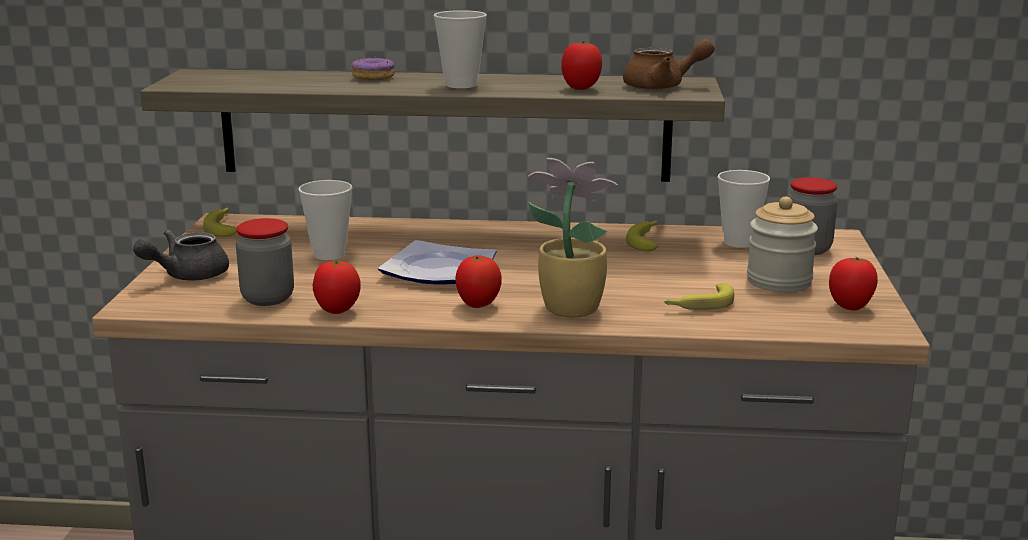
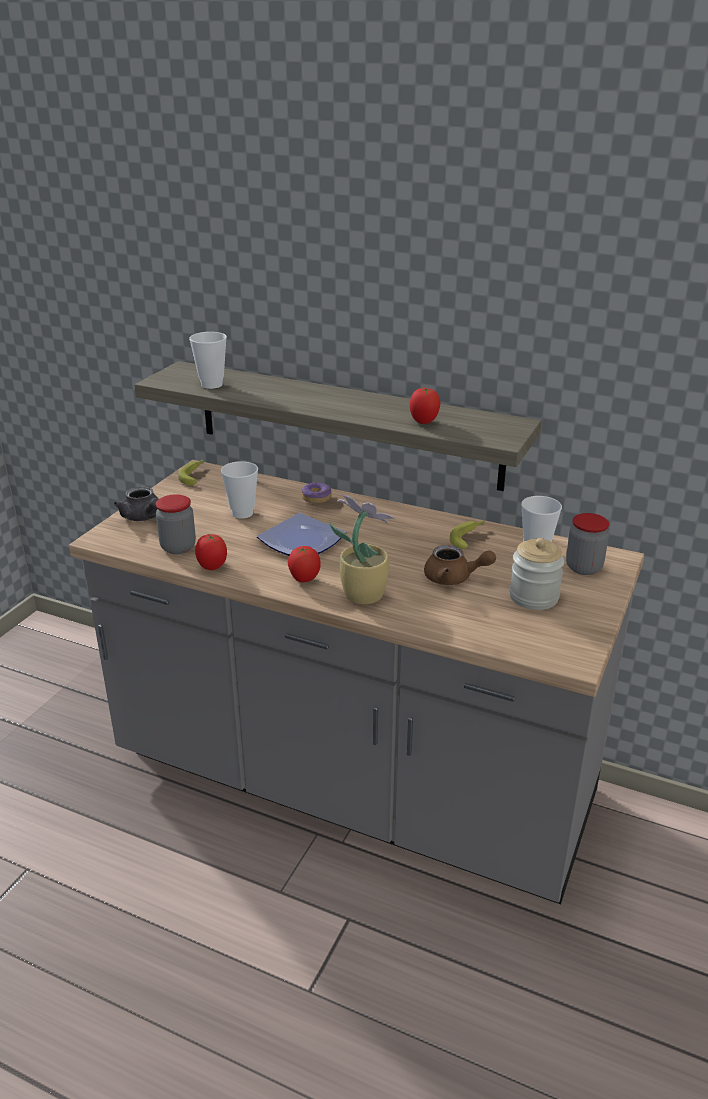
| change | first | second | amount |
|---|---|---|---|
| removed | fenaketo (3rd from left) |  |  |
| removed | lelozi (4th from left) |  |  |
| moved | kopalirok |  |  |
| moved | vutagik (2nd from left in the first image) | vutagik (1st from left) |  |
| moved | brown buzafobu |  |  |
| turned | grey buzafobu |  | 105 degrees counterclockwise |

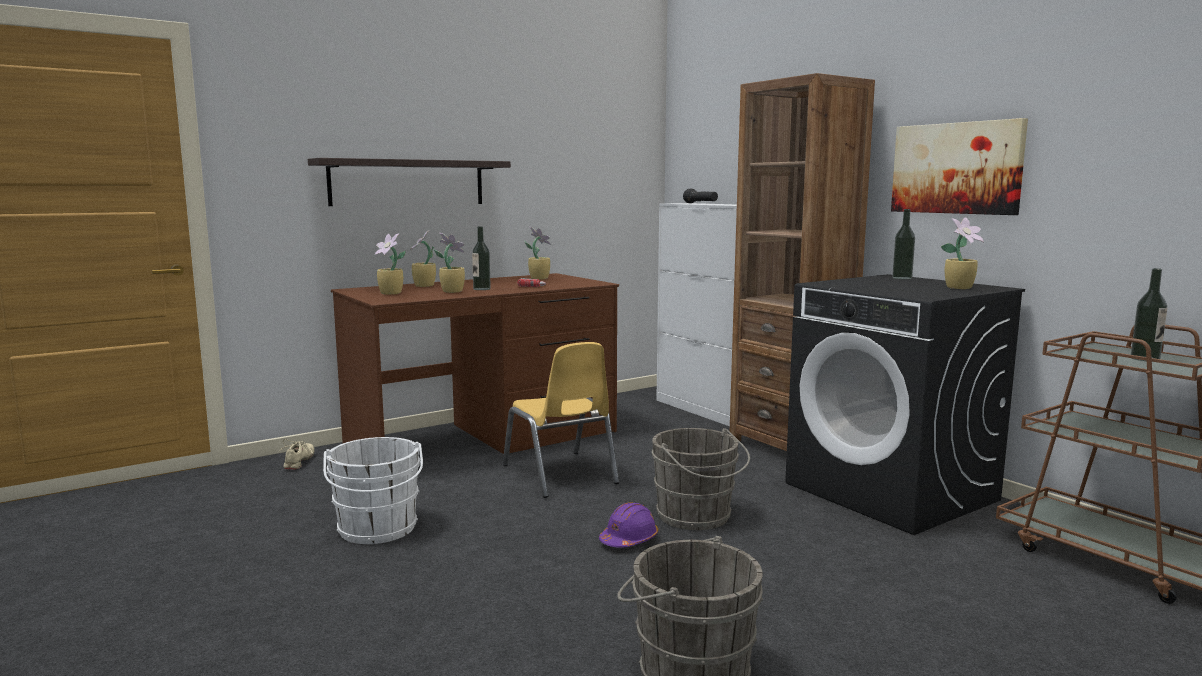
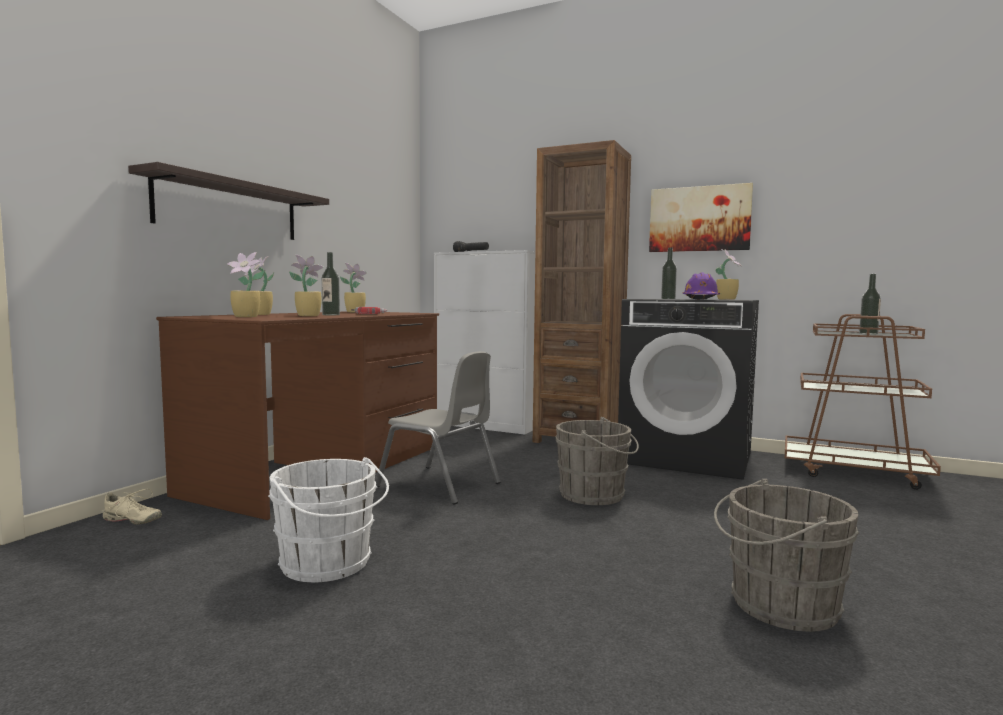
| change | first | second | amount |
|---|---|---|---|
| moved | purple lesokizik |  |  |
| recoloured | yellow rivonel | grey rivonel |  |
| turned | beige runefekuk |  | 135 degrees clockwise |

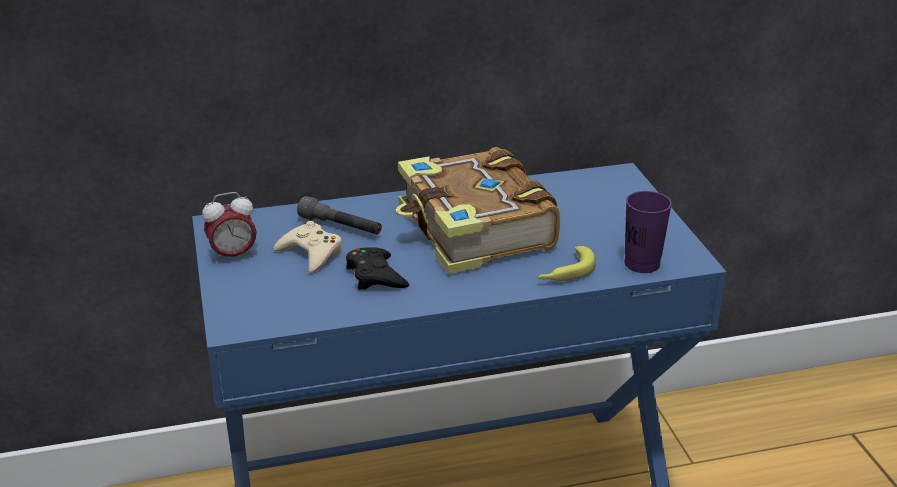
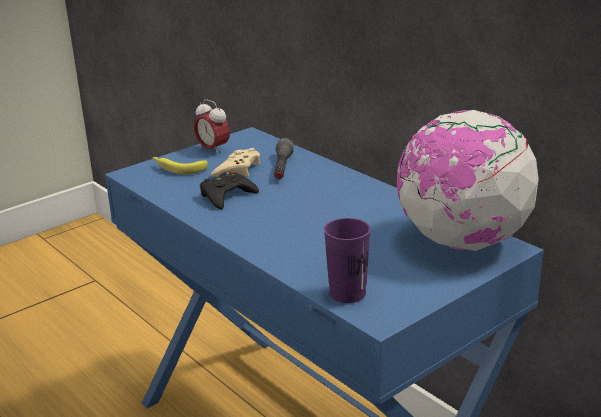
| change | first | second | amount |
|---|---|---|---|
| removed | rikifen |  |  |
| added |  | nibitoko |  |
| moved | fenaketo |  |  |

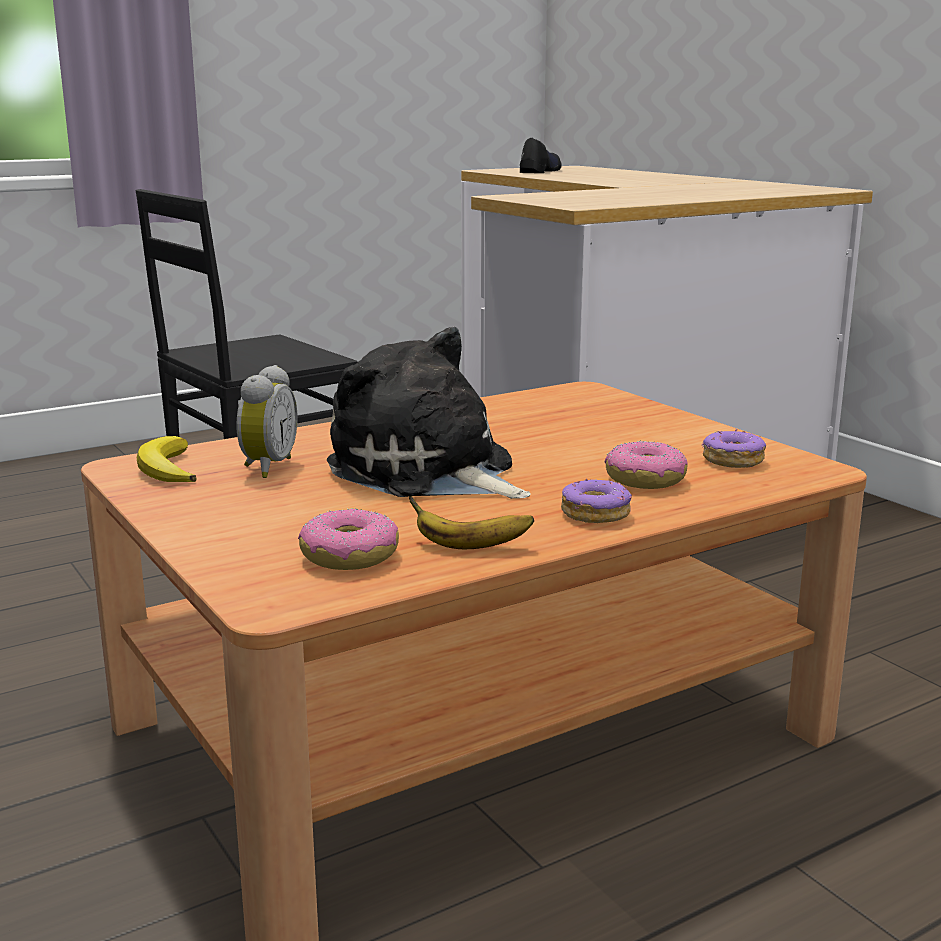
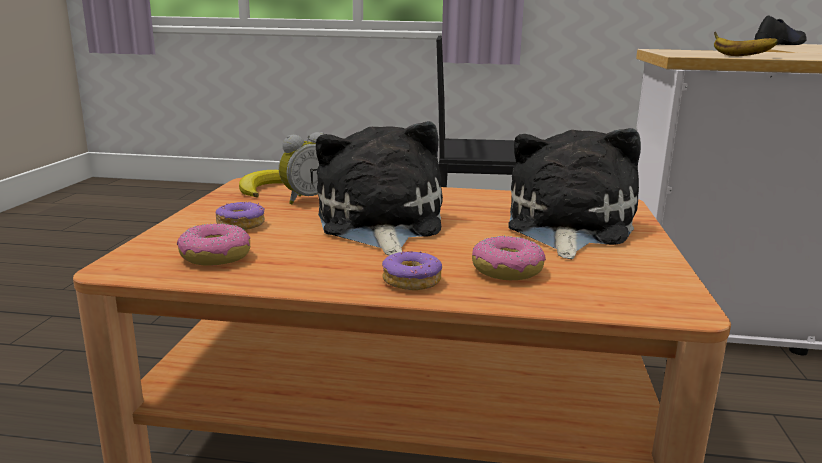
| change | first | second | amount |
|---|---|---|---|
| added |  | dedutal (2nd from left) |  |
| moved | fenaketo (2nd from left) |  |  |
| moved | kopalirok (4th from left in the first image) | kopalirok (2nd from left) |  |

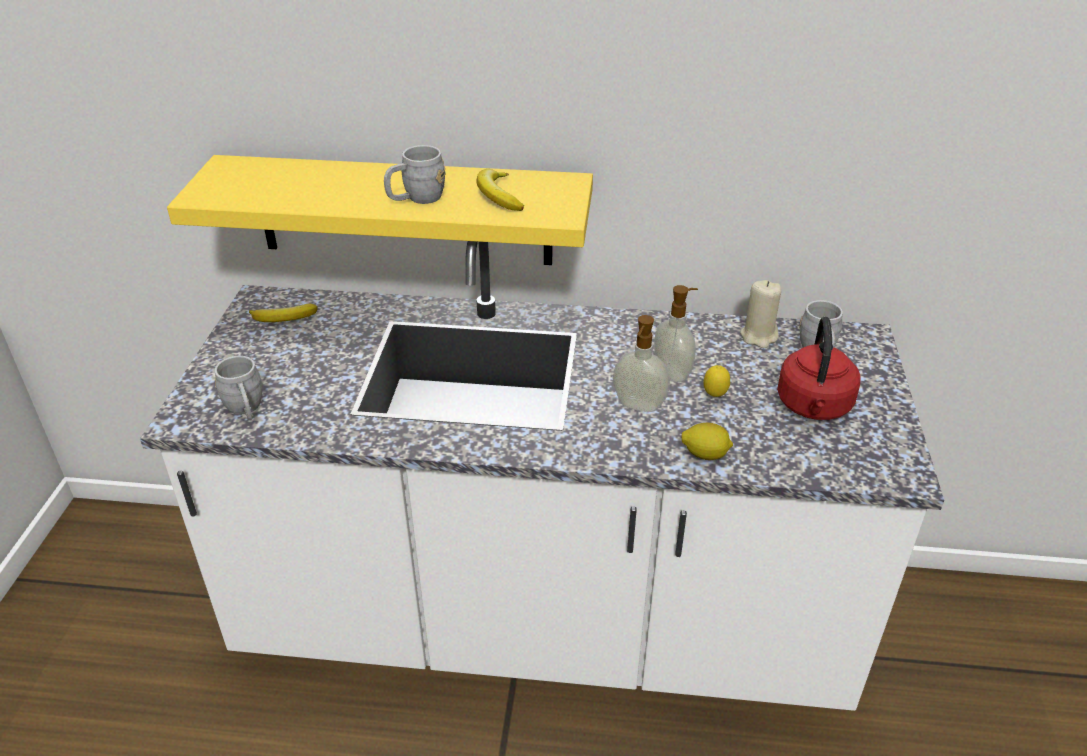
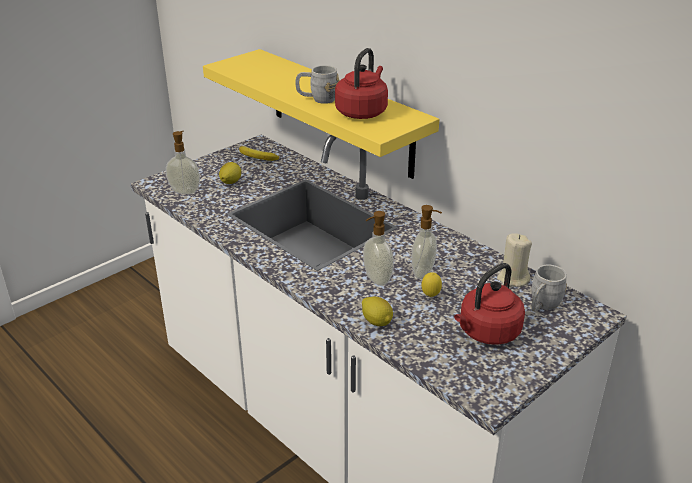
| change | first | second | amount |
|---|---|---|---|
| added |  | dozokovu (1st from left) |  |
| replaced | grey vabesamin (1st from left) | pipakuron (1st from left) |  |
| replaced | fenaketo (2nd from left) | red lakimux (1st from left) |  |

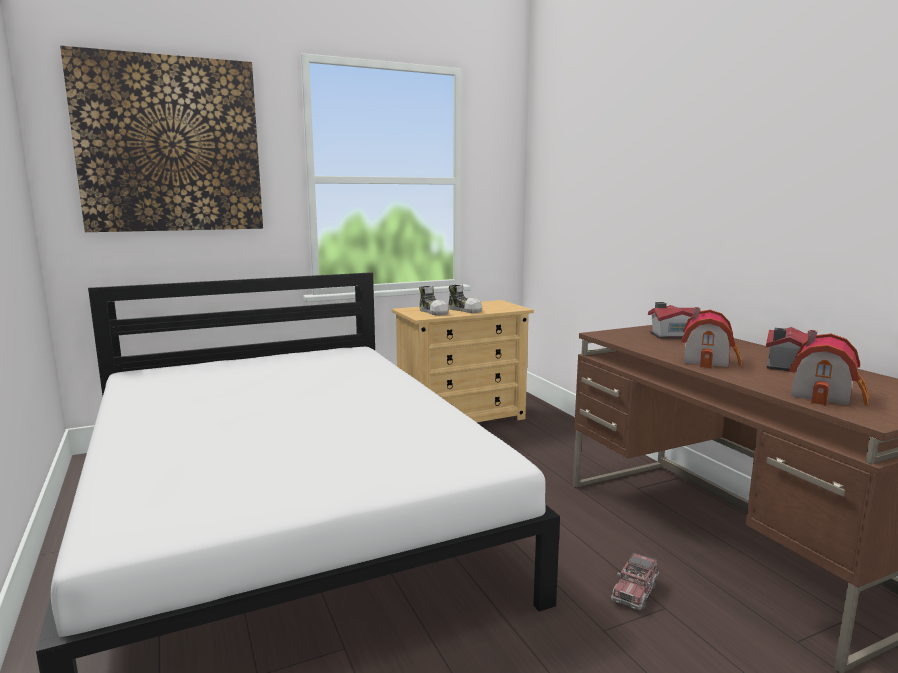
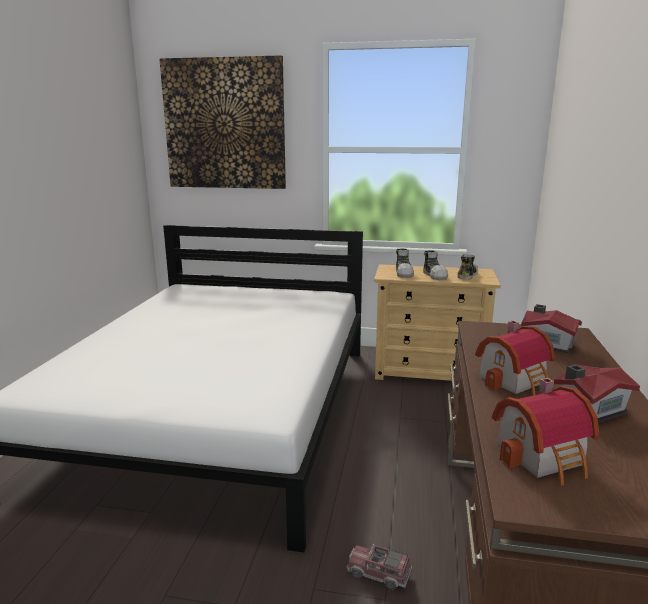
| change | first | second | amount |
|---|---|---|---|
| added |  | runefekuk (3rd from left) |  |
| turned | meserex |  | 45 degrees clockwise |

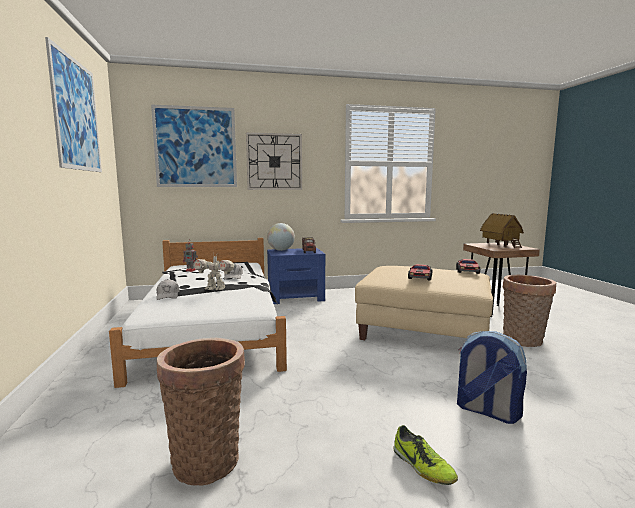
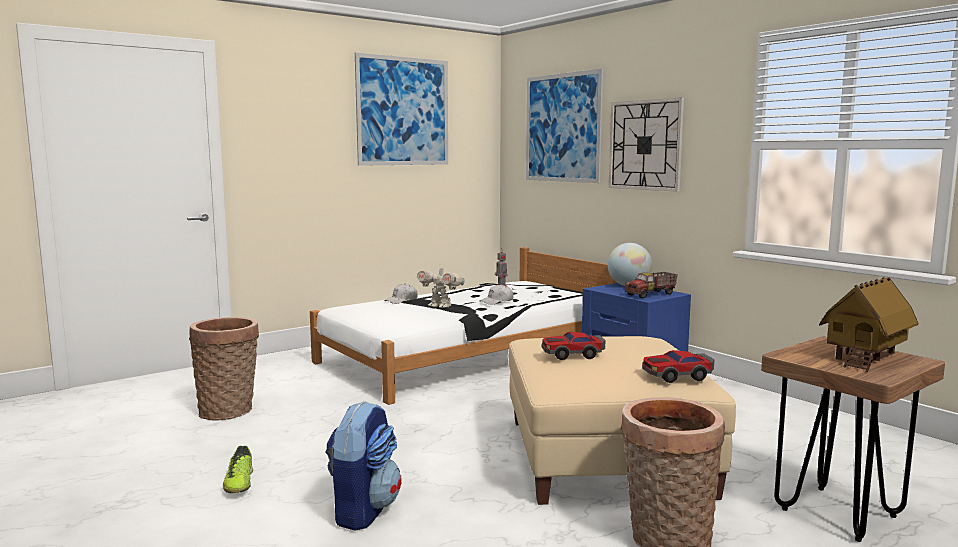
| change | first | second | amount |
|---|---|---|---|
| turned | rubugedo (2nd from left in the first image) | rubugedo (1st from left) | 45 degrees counterclockwise |
| turned | runefekuk |  | 45 degrees counterclockwise |

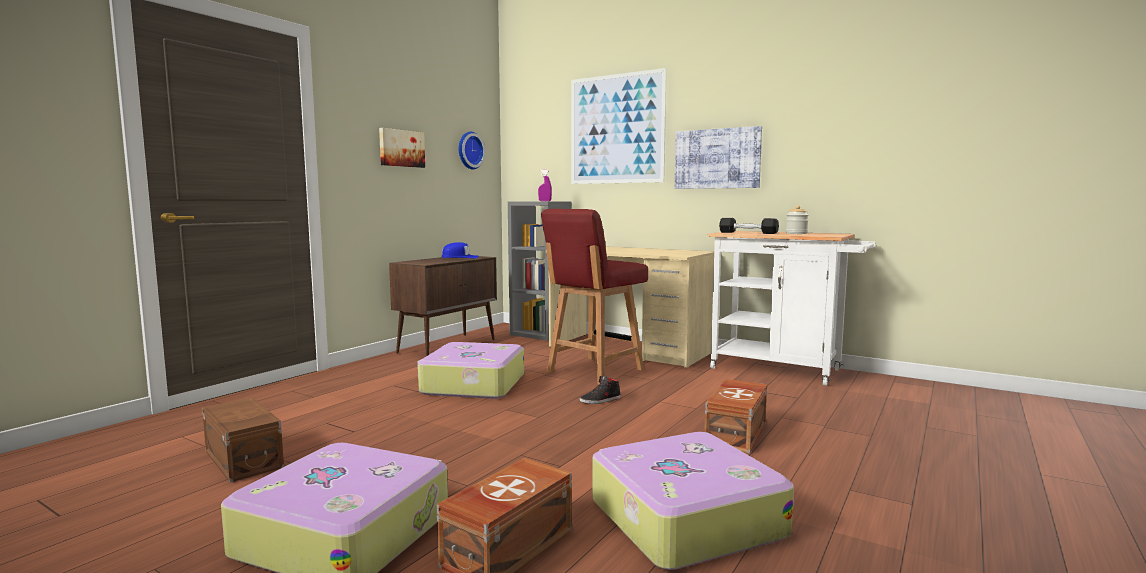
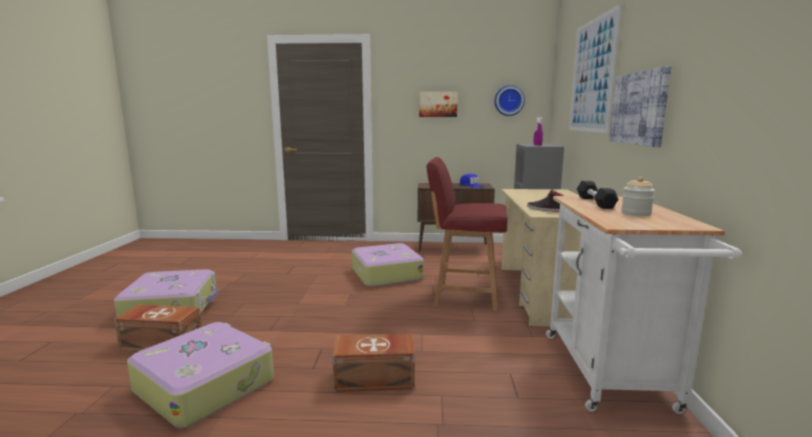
| change | first | second | amount |
|---|---|---|---|
| removed | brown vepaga (1st from left) |  |  |
| moved | black runefekuk |  |  |

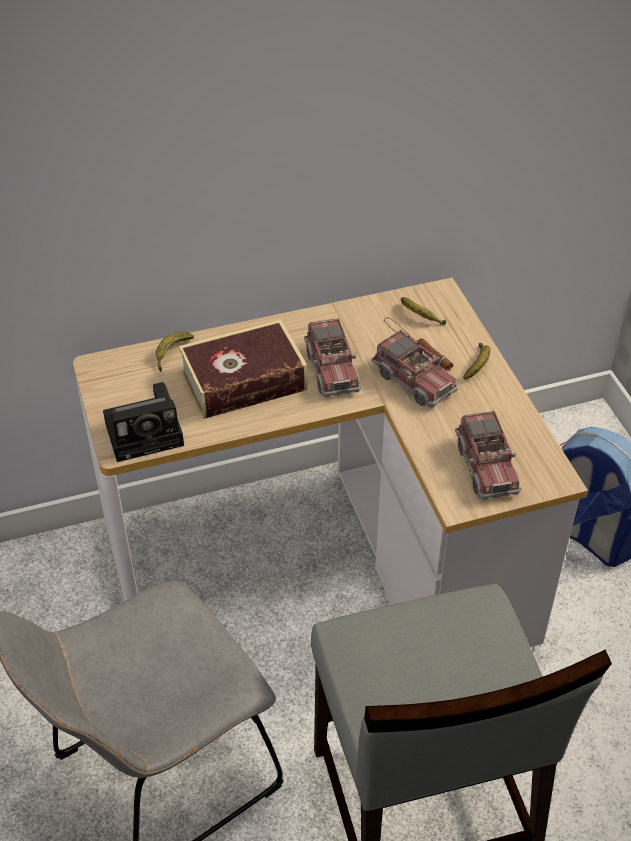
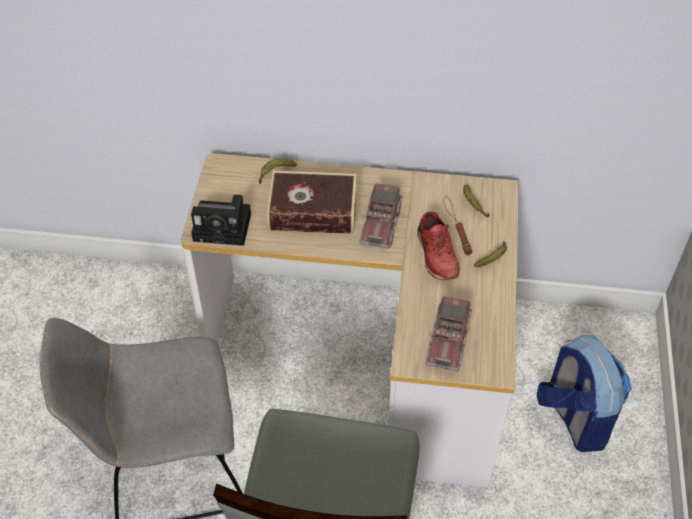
| change | first | second | amount |
|---|---|---|---|
| replaced | meserex (2nd from left) | red runefekuk |  |

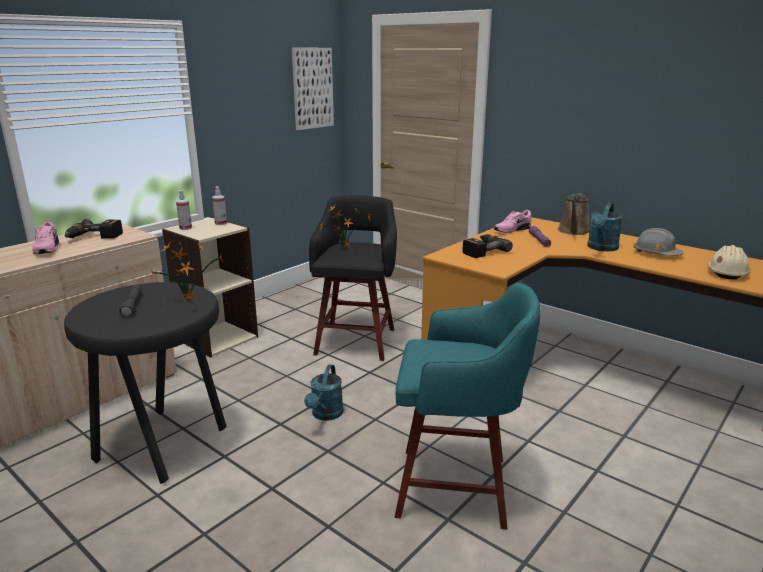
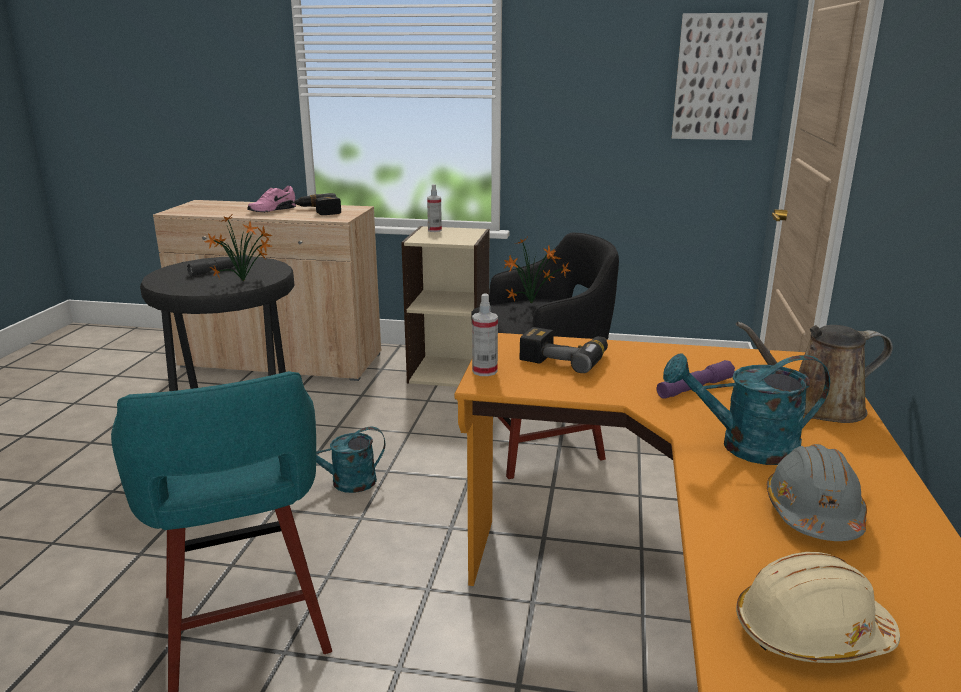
| change | first | second | amount |
|---|---|---|---|
| removed | pink runefekuk (2nd from left) |  |  |
| moved | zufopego (2nd from left) |  |  |

